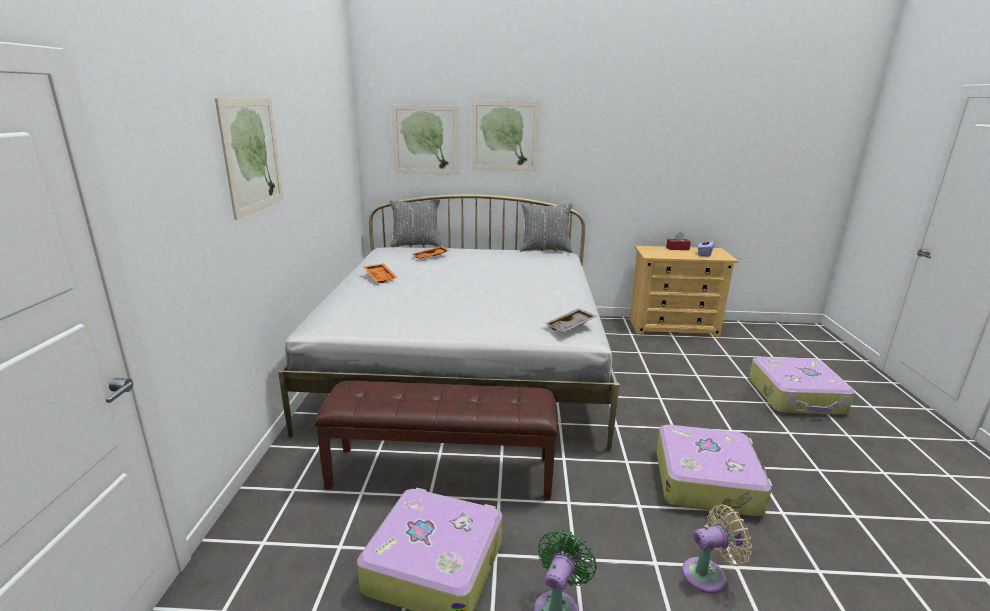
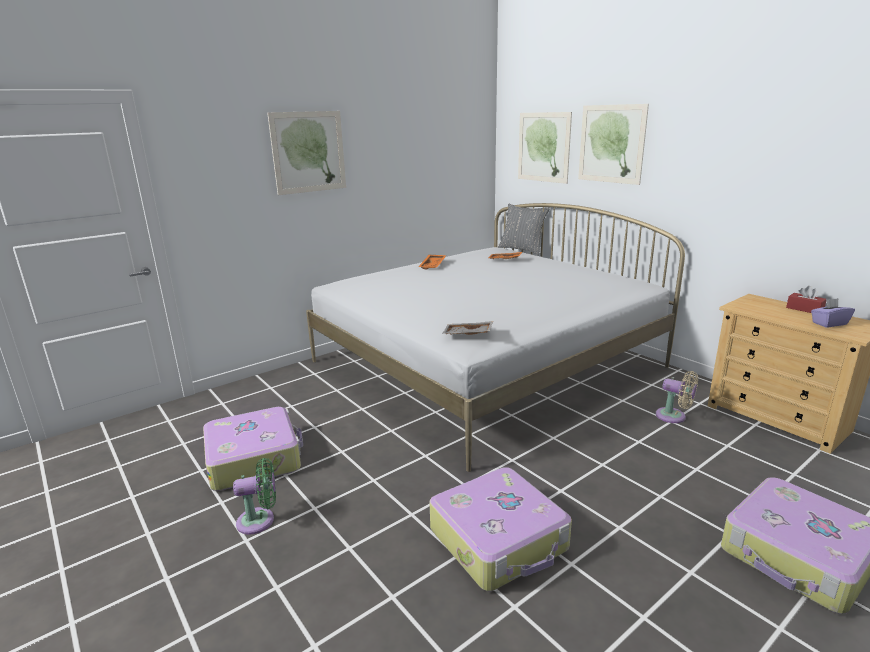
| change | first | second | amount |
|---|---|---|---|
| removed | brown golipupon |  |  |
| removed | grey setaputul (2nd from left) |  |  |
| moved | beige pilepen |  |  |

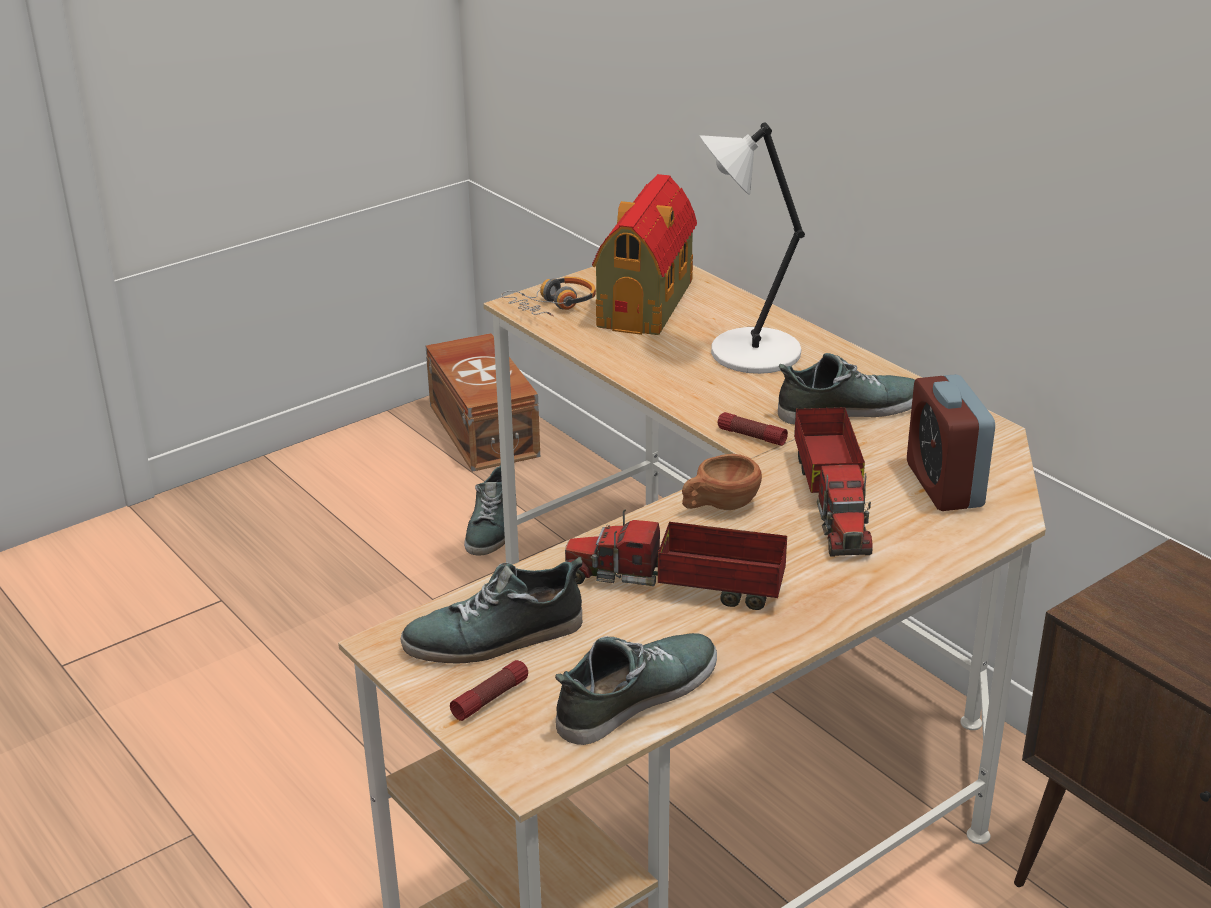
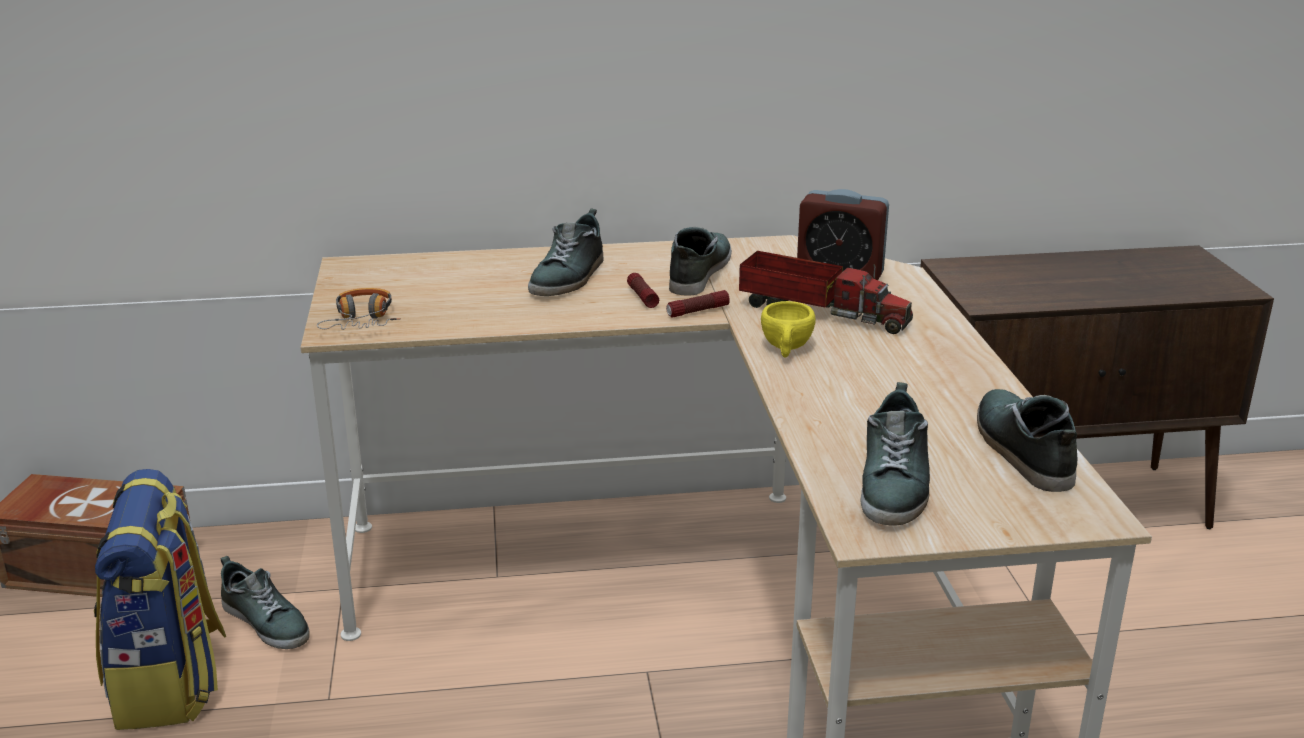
| change | first | second | amount |
|---|---|---|---|
| removed | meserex (1st from left) |  |  |
| removed | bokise |  |  |
| added |  | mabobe |  |
| moved | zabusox (1st from left) |  |  |
| replaced | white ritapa | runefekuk (2nd from left) |  |
| recoloured | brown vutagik | yellow vutagik |  |

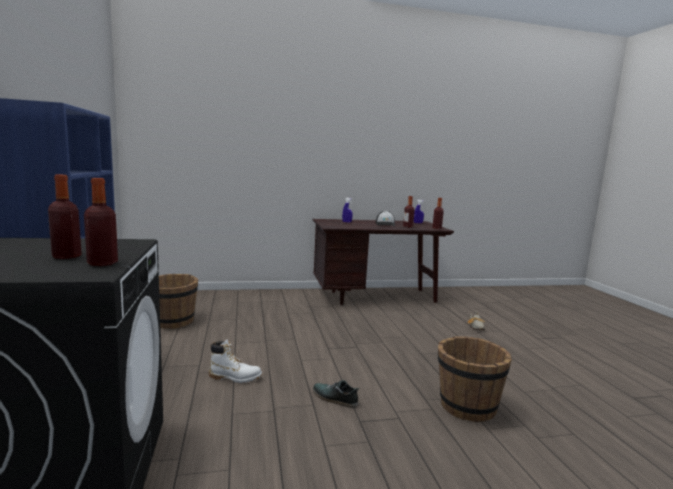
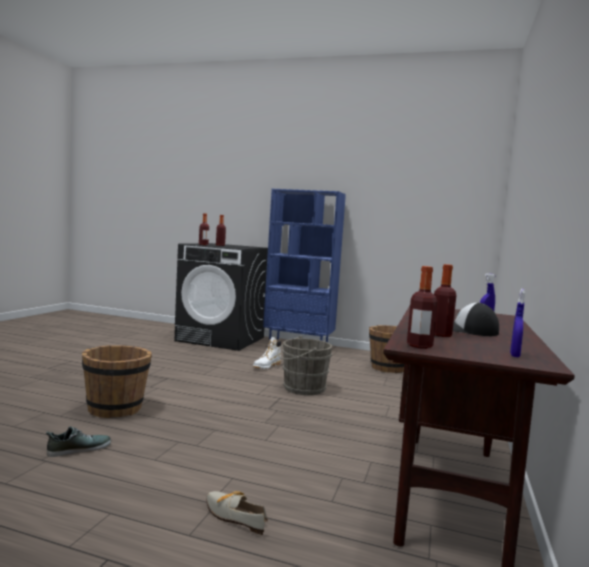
| change | first | second | amount |
|---|---|---|---|
| added |  | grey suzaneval |  |
| moved | runefekuk (1st from left) |  |  |

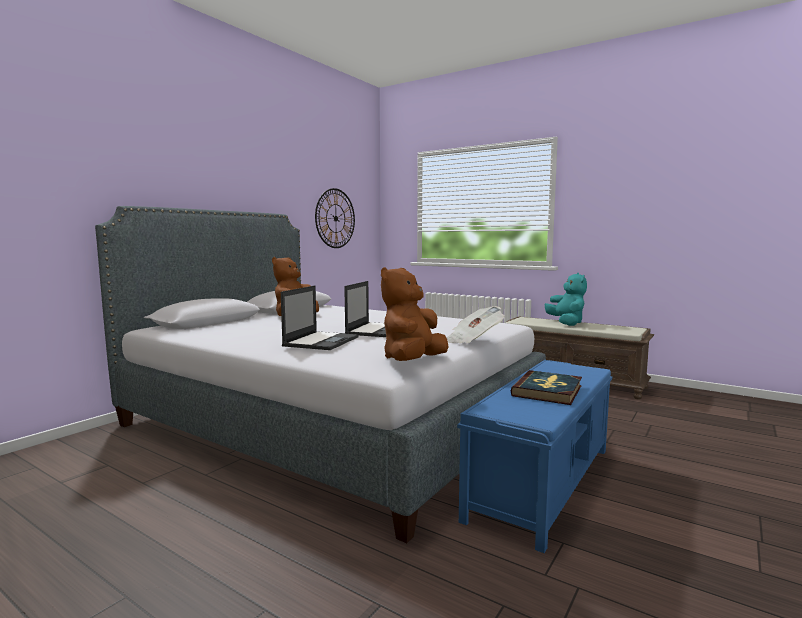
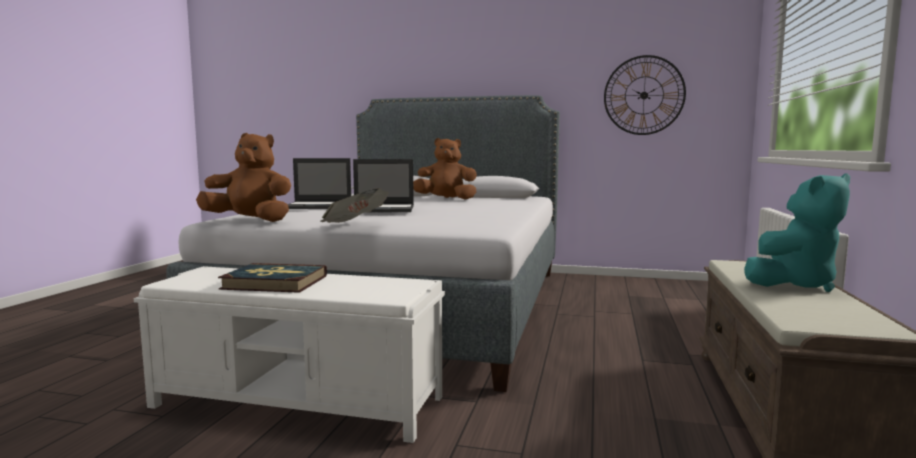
| change | first | second | amount |
|---|---|---|---|
| recoloured | blue golipupon | white golipupon |  |

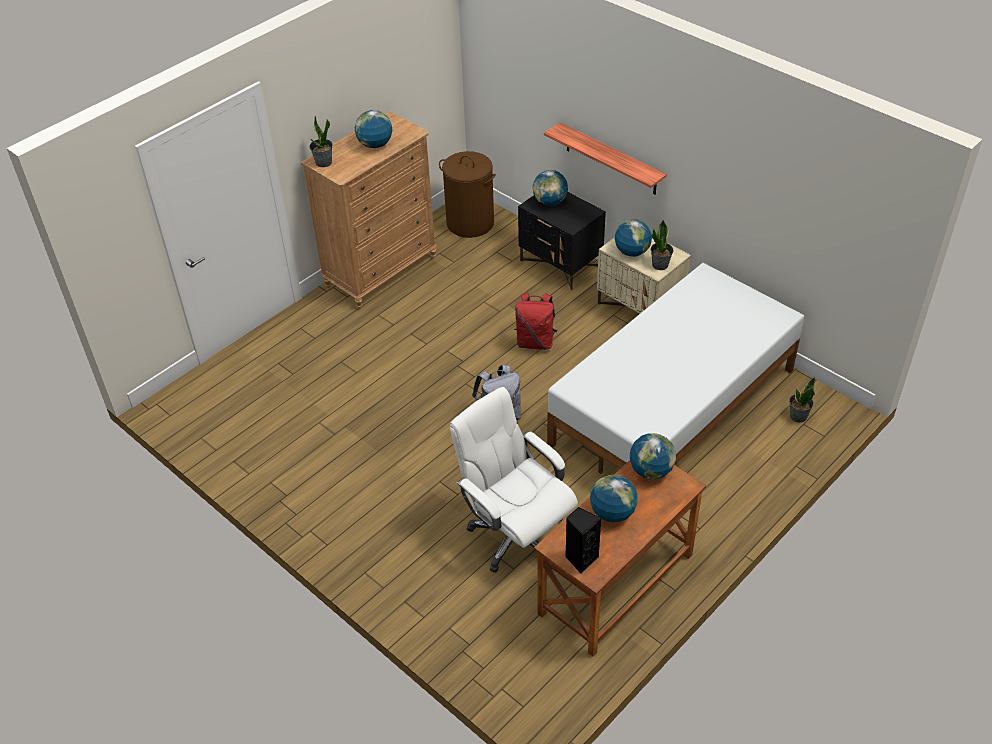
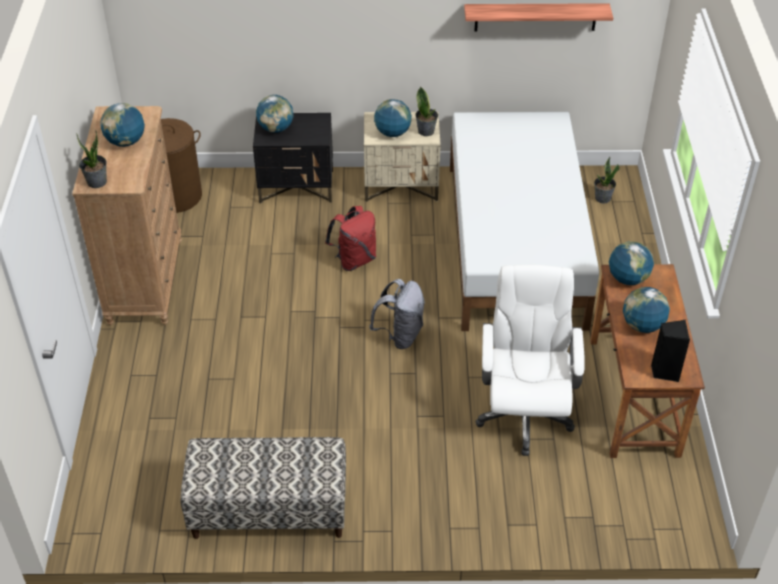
| change | first | second | amount |
|---|---|---|---|
| added |  | golipupon |  |
| moved | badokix |  |  |
| turned | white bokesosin |  | 90 degrees clockwise |

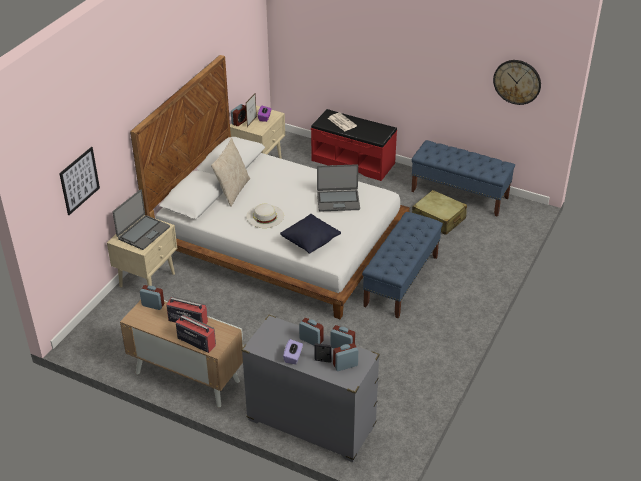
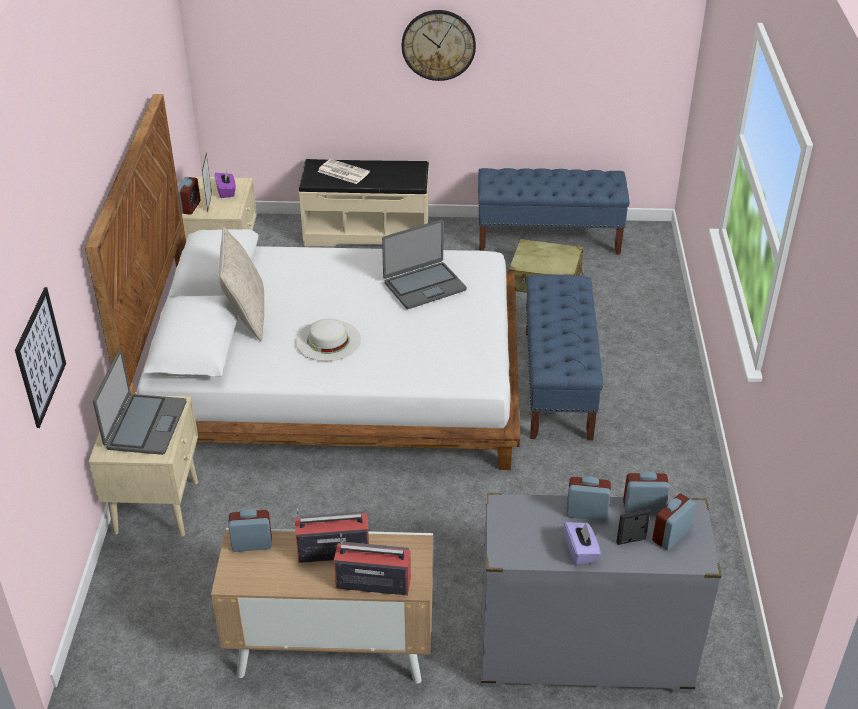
| change | first | second | amount |
|---|---|---|---|
| removed | black setaputul |  |  |
| moved | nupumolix |  |  |
| recoloured | red golipupon | beige golipupon |  |

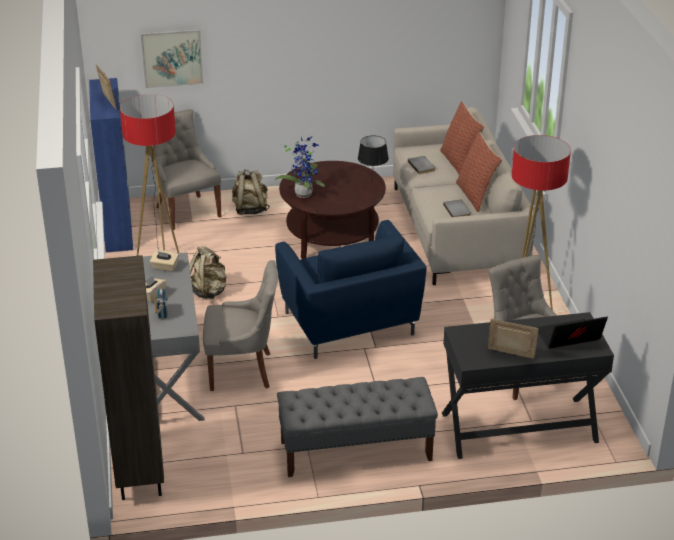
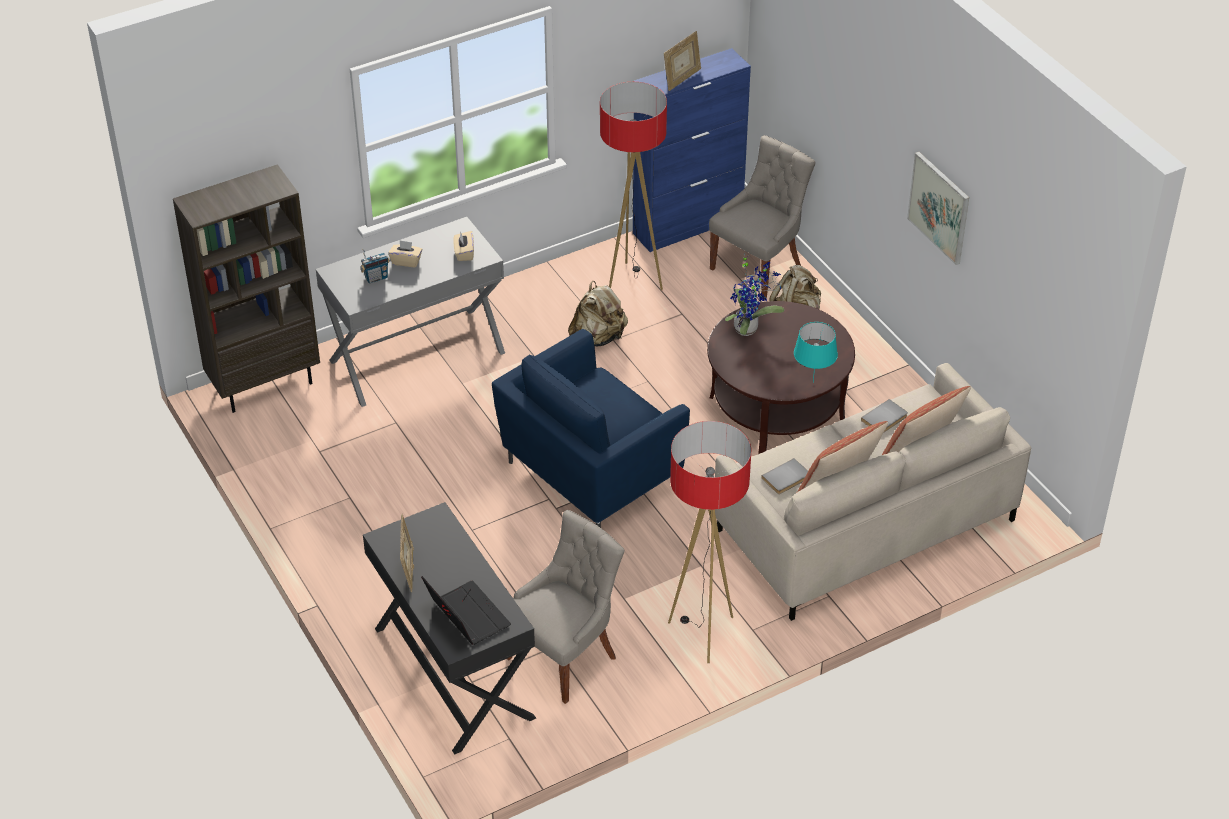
| change | first | second | amount |
|---|---|---|---|
| removed | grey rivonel (2nd from left) |  |  |
| removed | grey golipupon |  |  |
| moved | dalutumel |  |  |
| recoloured | black ritapa | turquoise ritapa |  |

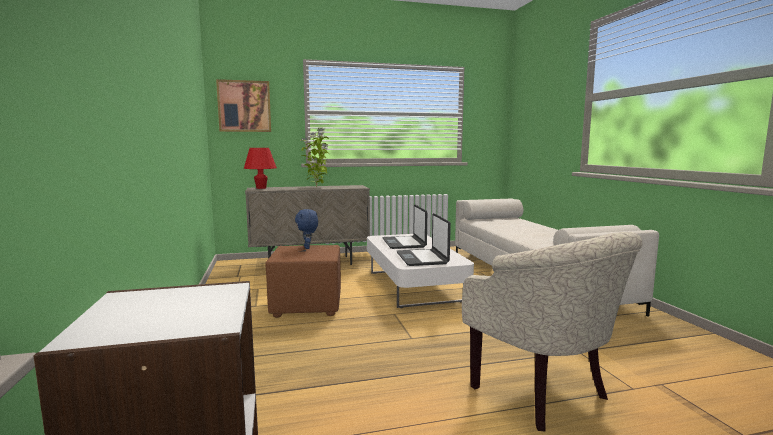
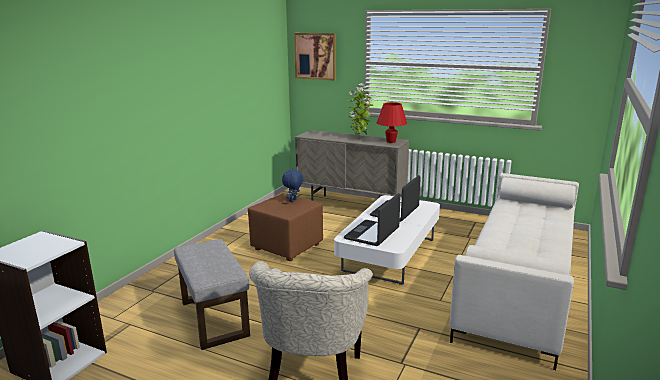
| change | first | second | amount |
|---|---|---|---|
| added |  | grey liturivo |  |
| moved | red ritapa |  |  |

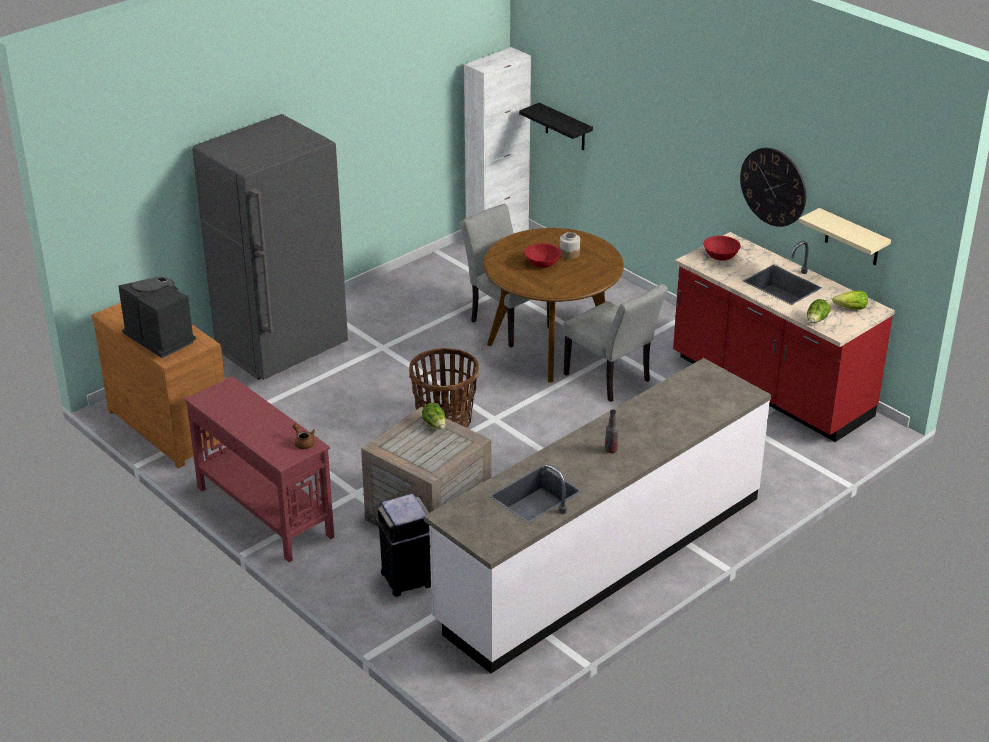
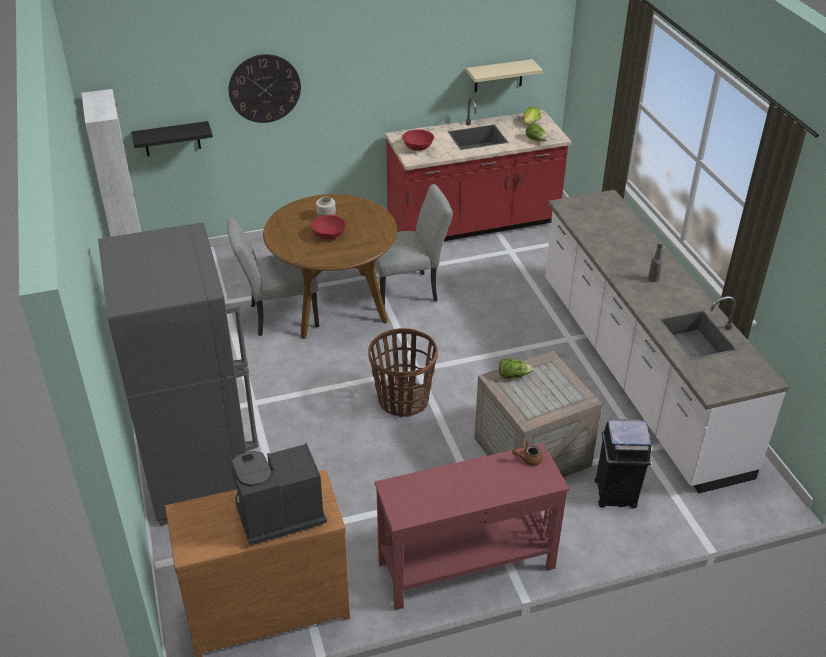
| change | first | second | amount |
|---|---|---|---|
| moved | nupumolix |  |  |

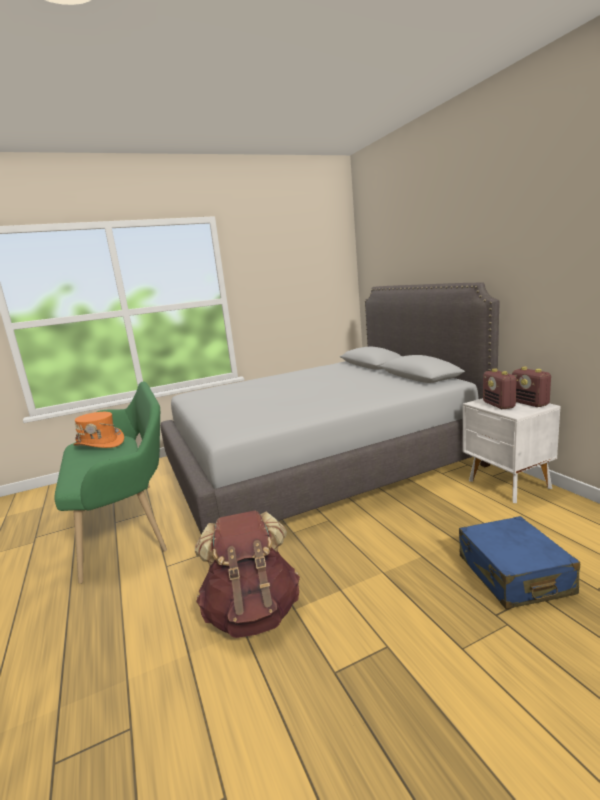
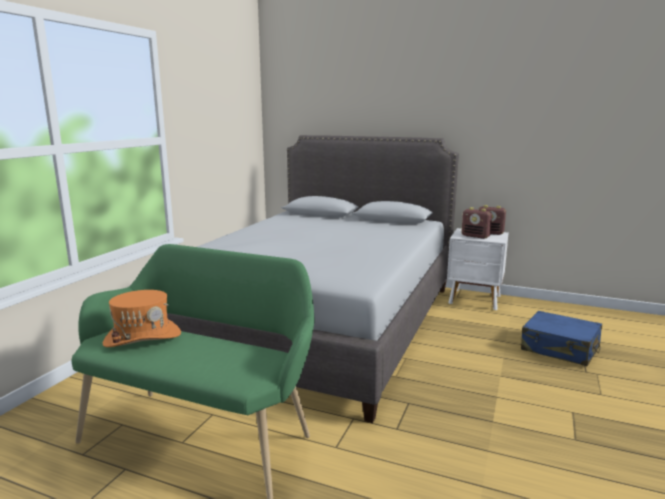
| change | first | second | amount |
|---|---|---|---|
| removed | brown mabobe |  |  |

